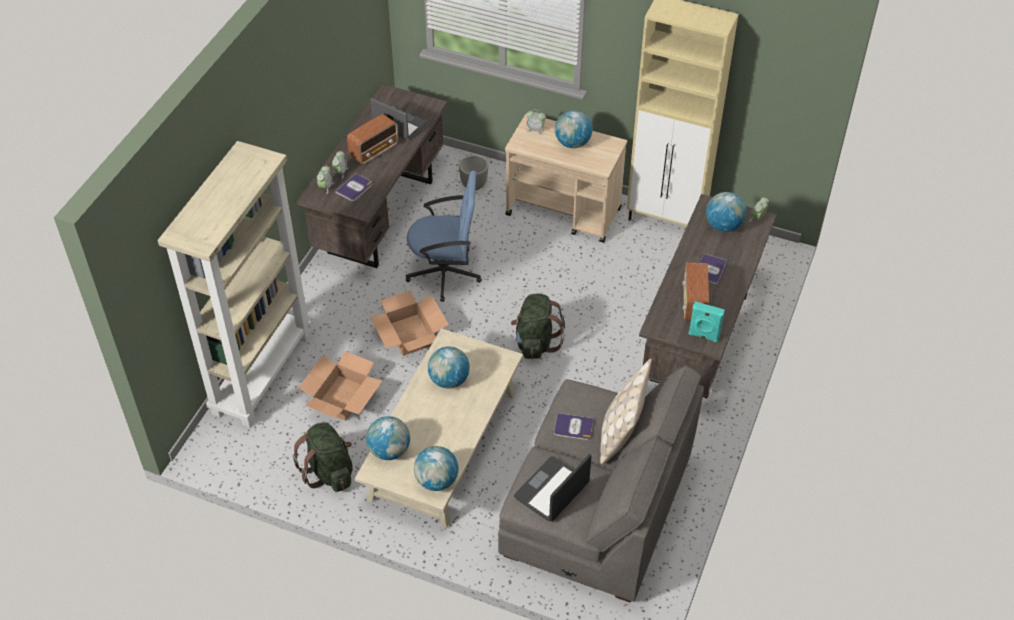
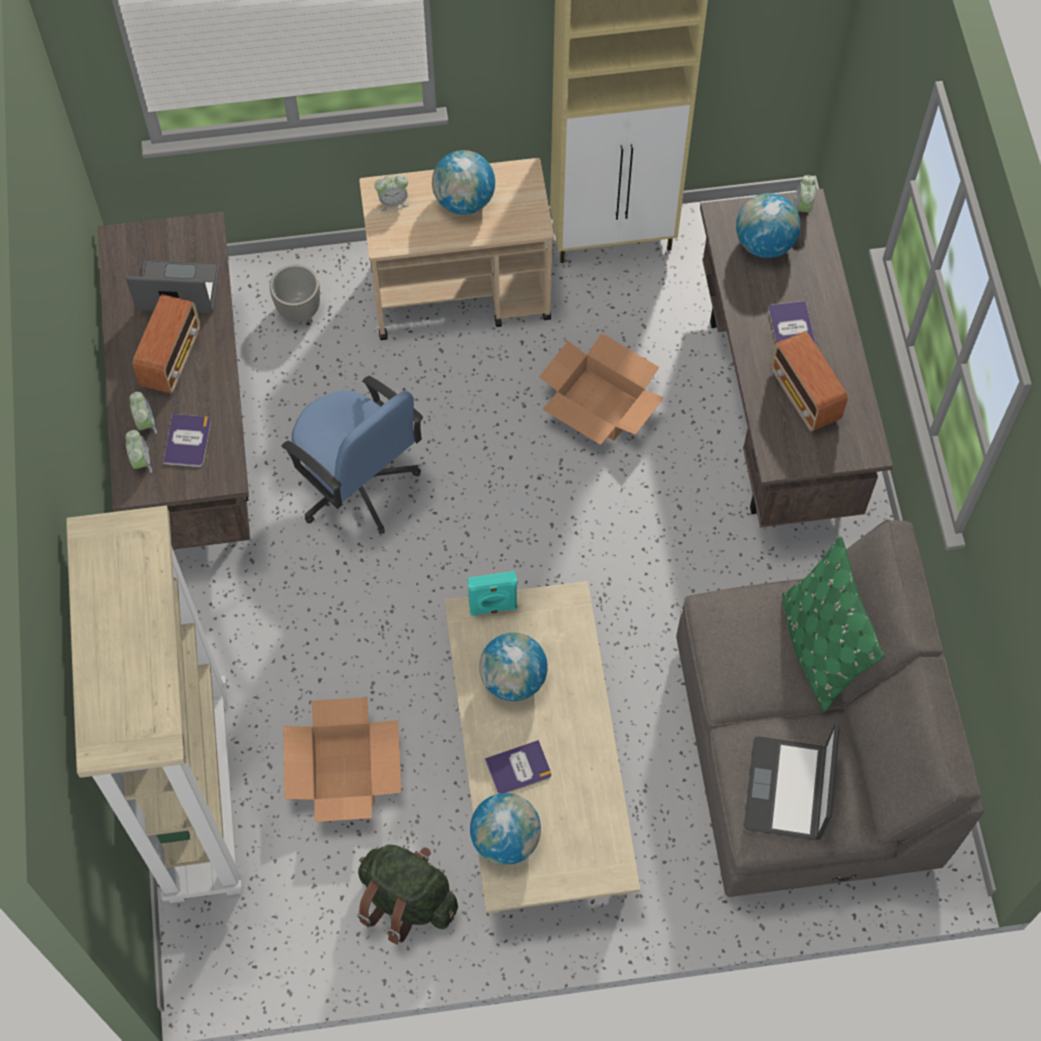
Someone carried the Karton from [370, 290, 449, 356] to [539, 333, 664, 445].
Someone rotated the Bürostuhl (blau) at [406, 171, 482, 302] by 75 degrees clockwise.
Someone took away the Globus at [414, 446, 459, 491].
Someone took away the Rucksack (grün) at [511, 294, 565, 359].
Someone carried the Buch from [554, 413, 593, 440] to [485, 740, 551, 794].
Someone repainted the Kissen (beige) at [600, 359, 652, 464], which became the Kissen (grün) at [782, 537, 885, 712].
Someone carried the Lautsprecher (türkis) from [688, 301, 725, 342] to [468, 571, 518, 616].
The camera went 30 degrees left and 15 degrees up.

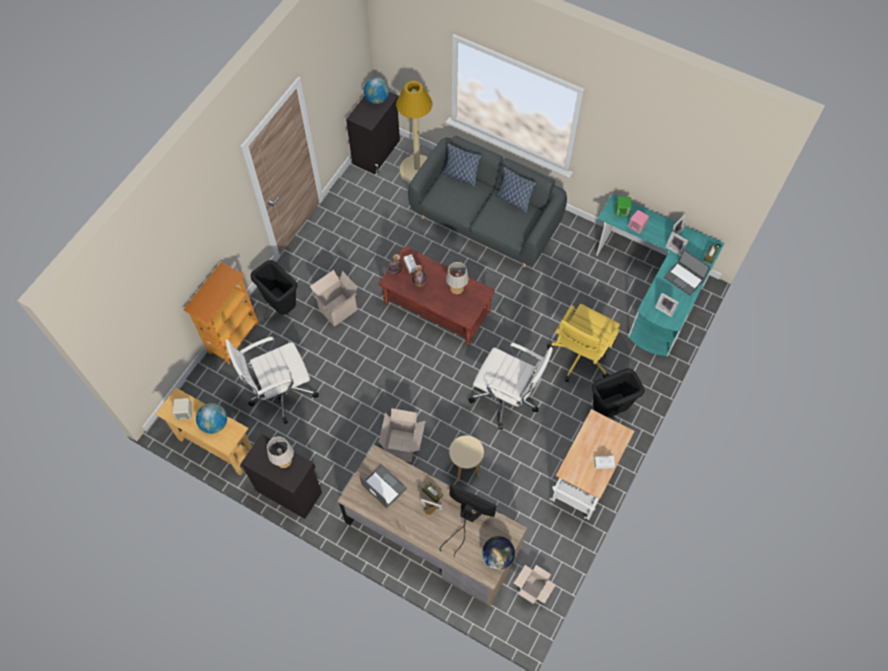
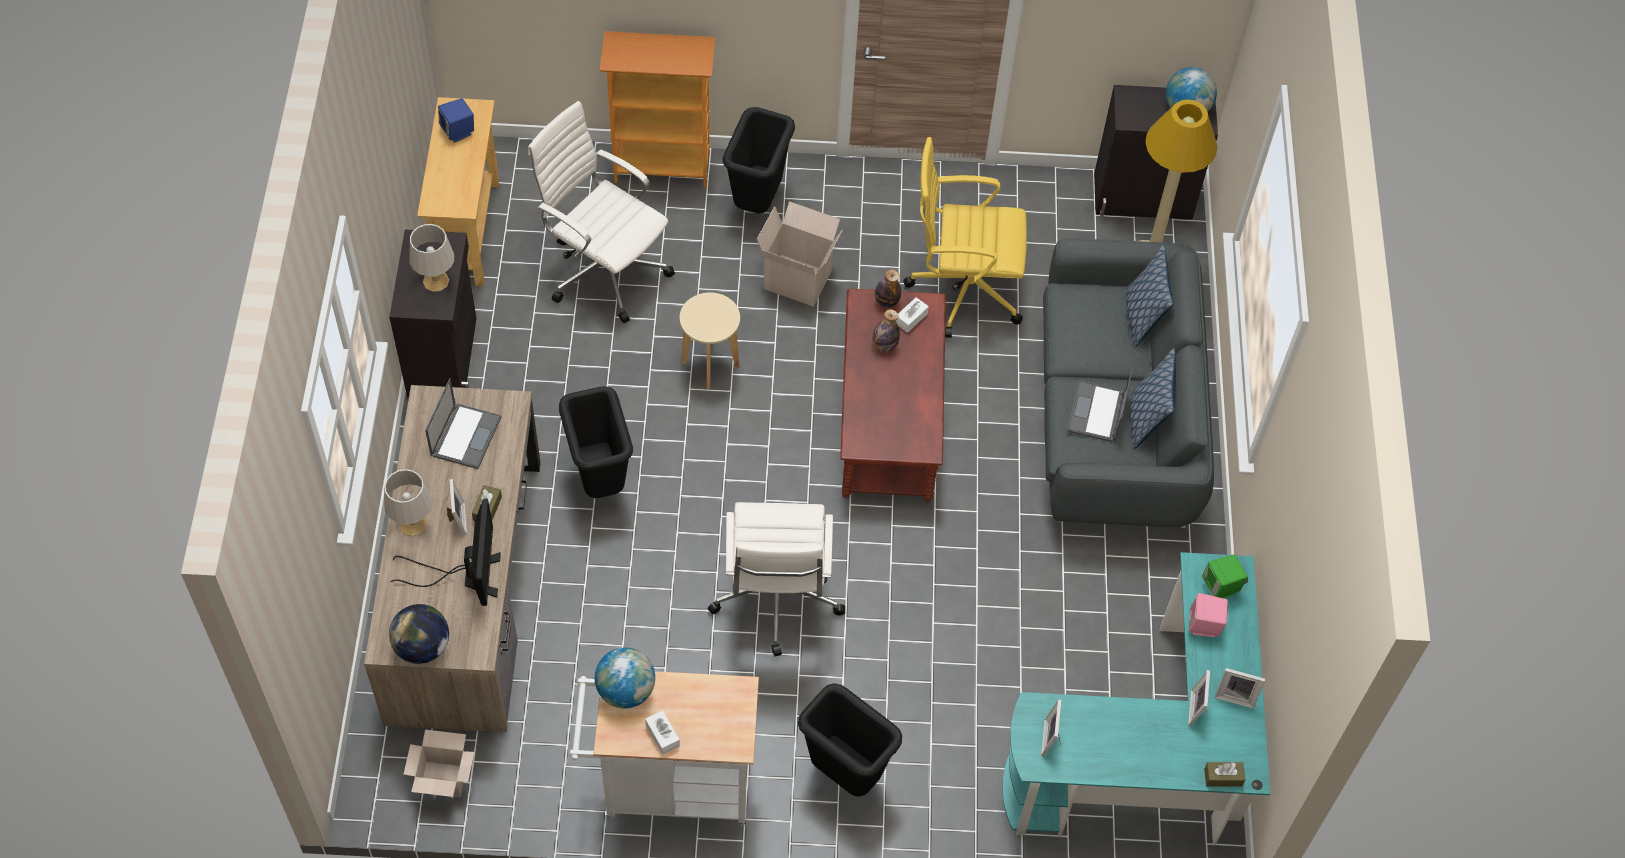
Someone repainted the Lautsprecher (beige) at [172, 398, 192, 420], which became the Lautsprecher (blau) at [438, 98, 474, 143].
Someone carried the Globus from [196, 403, 227, 434] to [595, 648, 655, 708].
Someone swapped the Karton at [379, 408, 425, 463] for the Mülleimer (schwarz) at [559, 386, 633, 498].
Someone carried the Tischlampe (grau) from [446, 262, 469, 294] to [384, 469, 432, 536].
Someone carried the Hocker (beige) from [449, 435, 484, 482] to [680, 293, 740, 389].
Someone carried the Bürostuhl (gelb) from [547, 304, 620, 382] to [903, 137, 1027, 338].
Someone carried the Laptop from [664, 249, 711, 296] to [1067, 367, 1133, 443].
The camera went 60 degrees right and 5 degrees down.

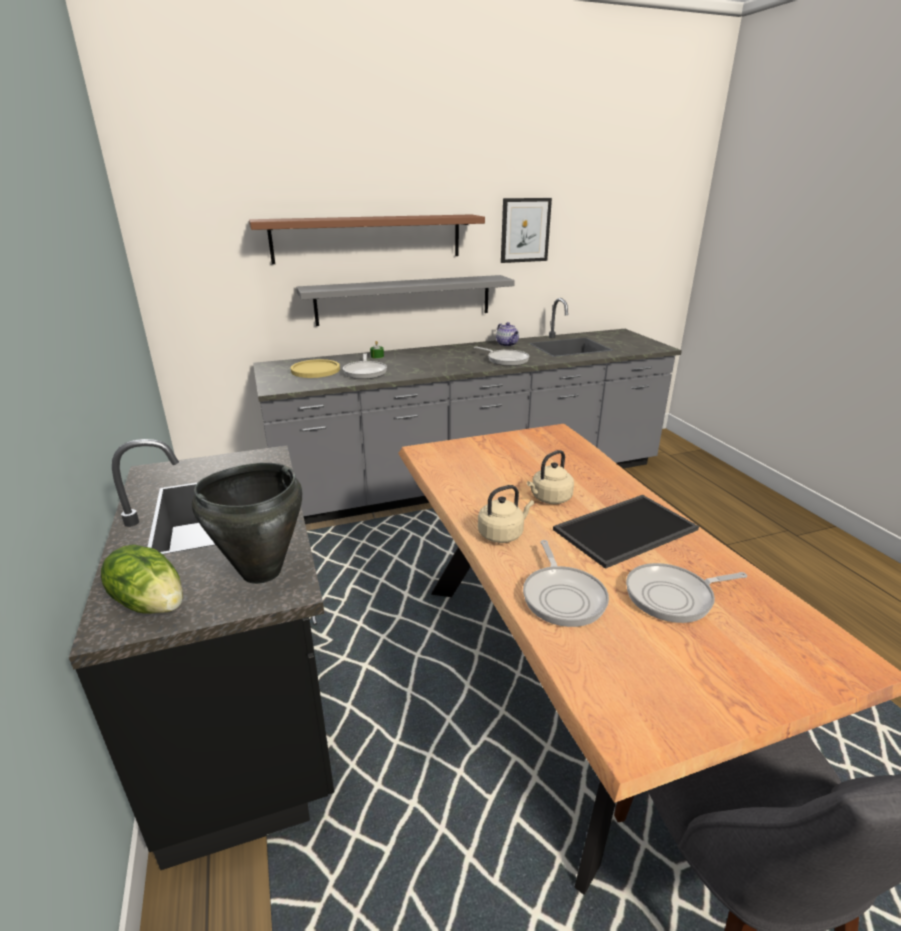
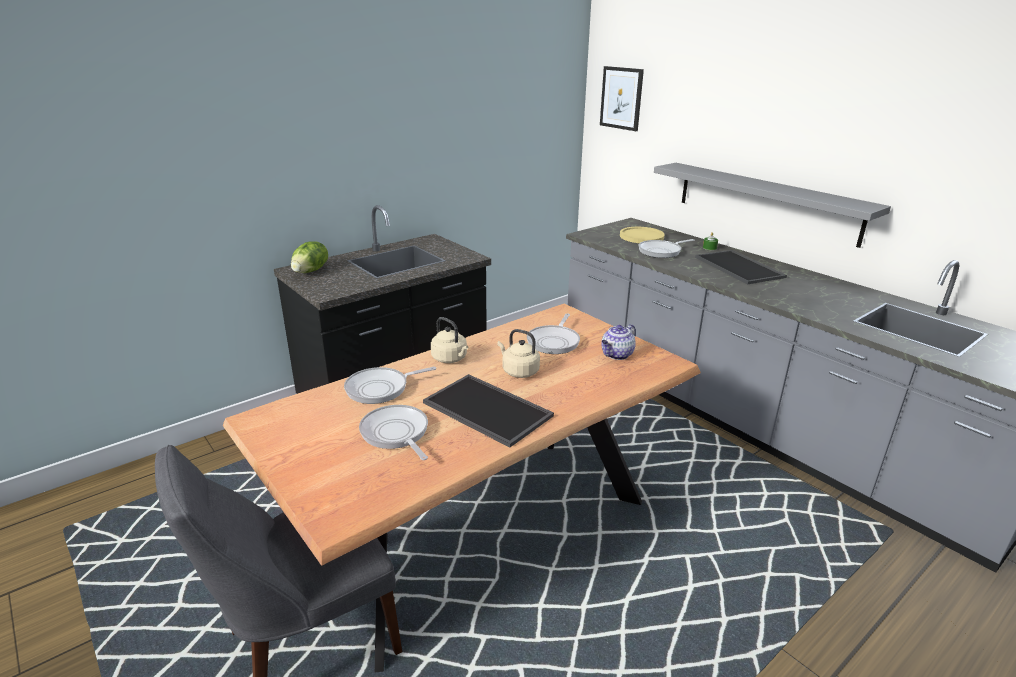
Someone took away the Kochtopf (schwarz) at [192, 463, 302, 584].
Someone took away the Wandregal (braun) at [249, 214, 485, 264].
Someone carried the Pfanne from [474, 346, 529, 366] to [527, 314, 580, 354].
Someone carried the Teekanne from [496, 322, 519, 347] to [601, 324, 636, 360].
Someone carried the Bild from [501, 198, 552, 263] to [600, 66, 644, 131].
Someone put down the Tablett at [695, 250, 787, 284].
The camera went 70 degrees right and 0 degrees up.

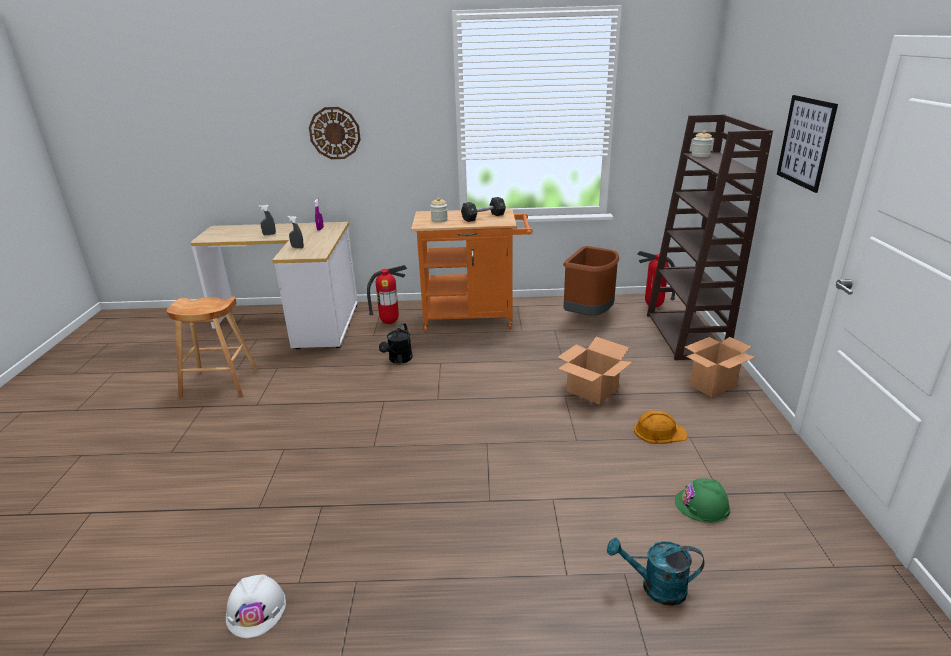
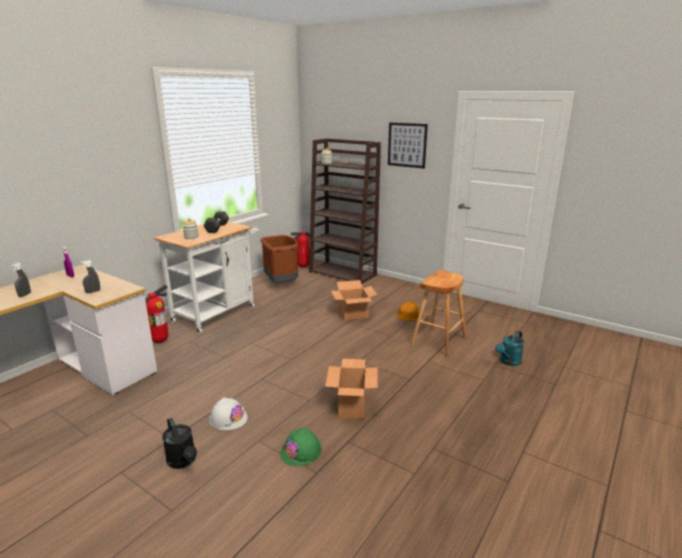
Someone carried the Hocker (braun) from [167, 296, 258, 399] to [411, 270, 466, 357].
Someone carried the Schutzhelm (weiß) from [226, 574, 286, 638] to [209, 397, 248, 430].
Someone took away the Wanduhr at [309, 107, 361, 159].
Someone carried the Gießkanne (schwarz) from [379, 323, 413, 364] to [162, 418, 197, 469].
Someone repainted the Rollwagen (orange) at [411, 209, 533, 332], which became the Rollwagen (weiß) at [154, 222, 259, 334].
Someone carried the Schutzhelm (grün) from [675, 478, 730, 523] to [281, 427, 321, 466].
Someone carried the Karton from [685, 337, 755, 397] to [325, 359, 378, 419].
The camera went 55 degrees left and 5 degrees down.

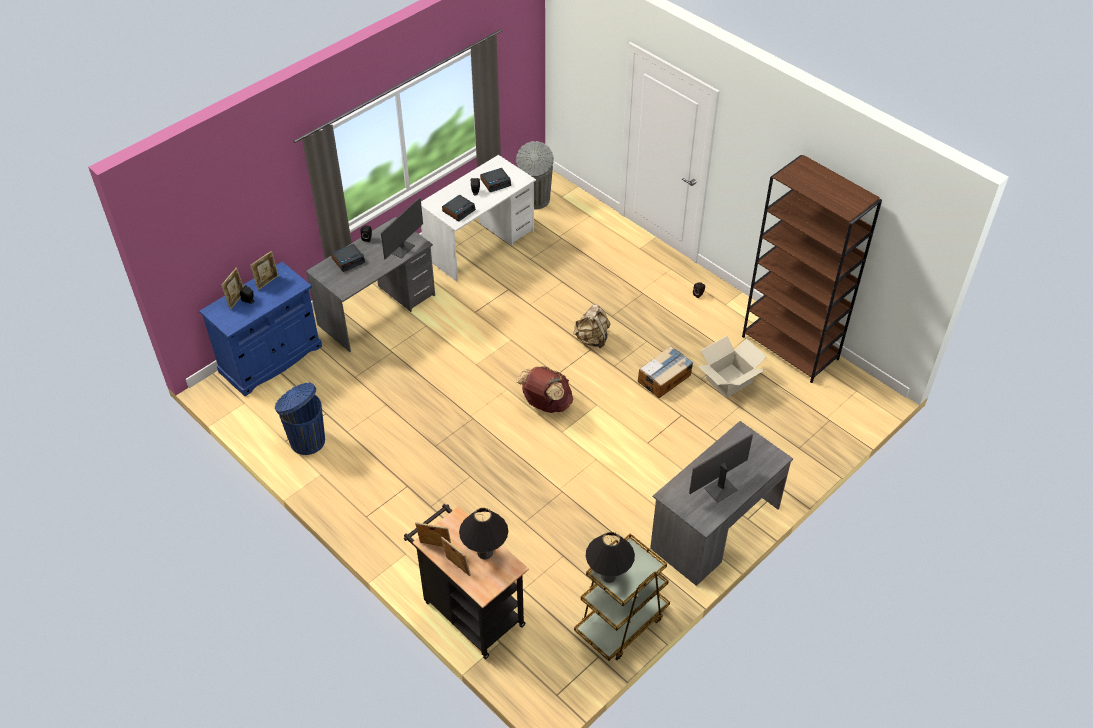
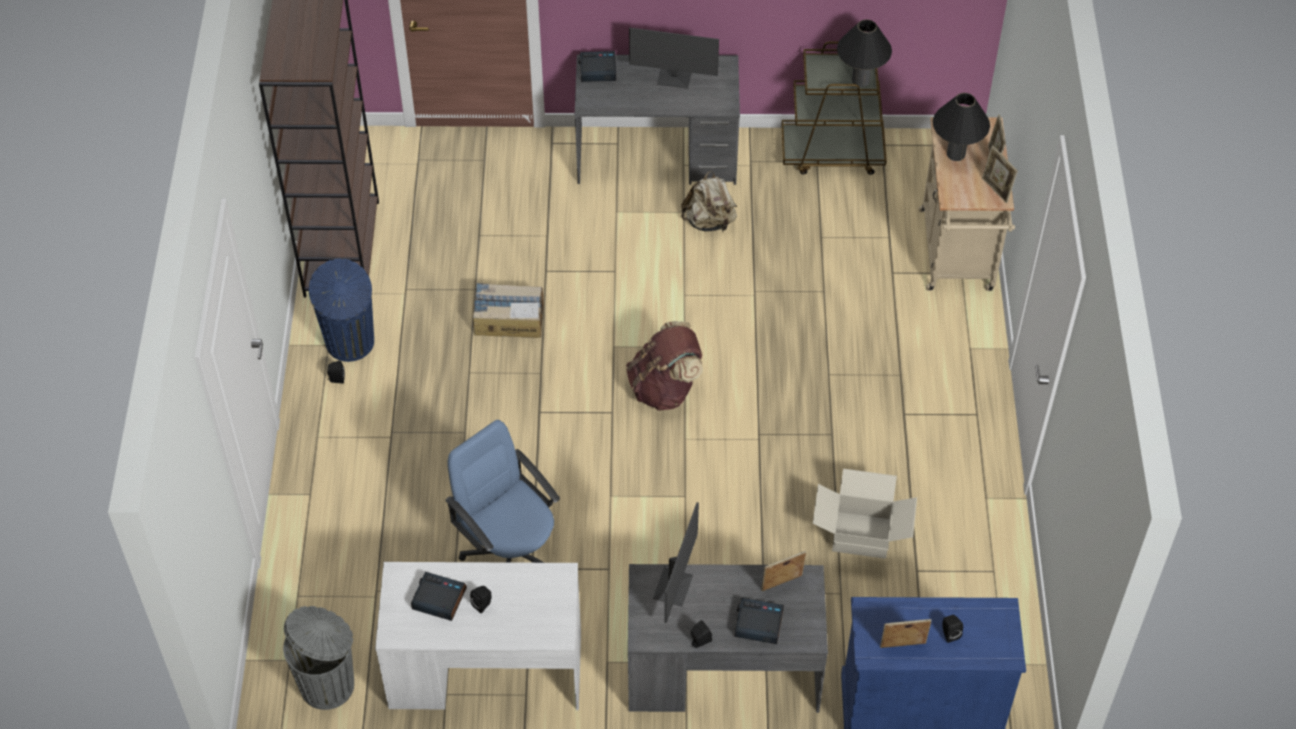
Someone carried the Bilderrahmen from [221, 267, 243, 310] to [761, 551, 806, 591].
Someone carried the Mülleimer (blau) from [275, 383, 325, 455] to [309, 259, 374, 362].
Someone rotated the Monitor at [381, 197, 423, 260] by 120 degrees clockwise.
Someone repainted the Rollwagen (schwarz) at [404, 504, 529, 659], which became the Rollwagen (beige) at [919, 117, 1015, 291].
Someone carried the Wecker from [442, 195, 476, 222] to [578, 51, 616, 82].
Someone carried the Rucksack (beige) from [573, 305, 610, 348] to [681, 171, 737, 231].
Someone carried the Karton from [698, 336, 767, 398] to [813, 469, 917, 559].
Someone put down the Bürostuhl (blau) at [445, 420, 560, 563].
The camera went 135 degrees left and 5 degrees up.

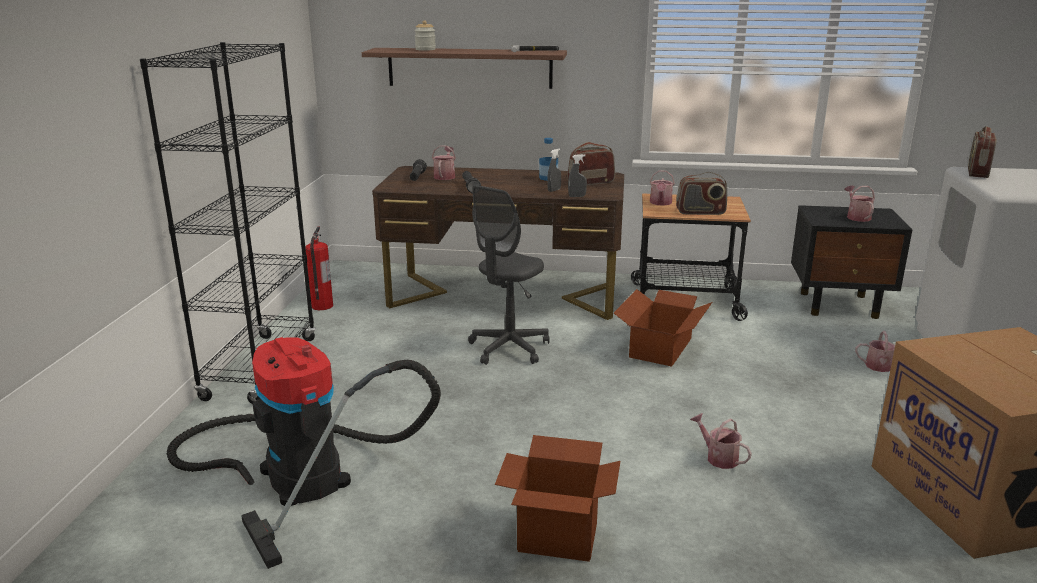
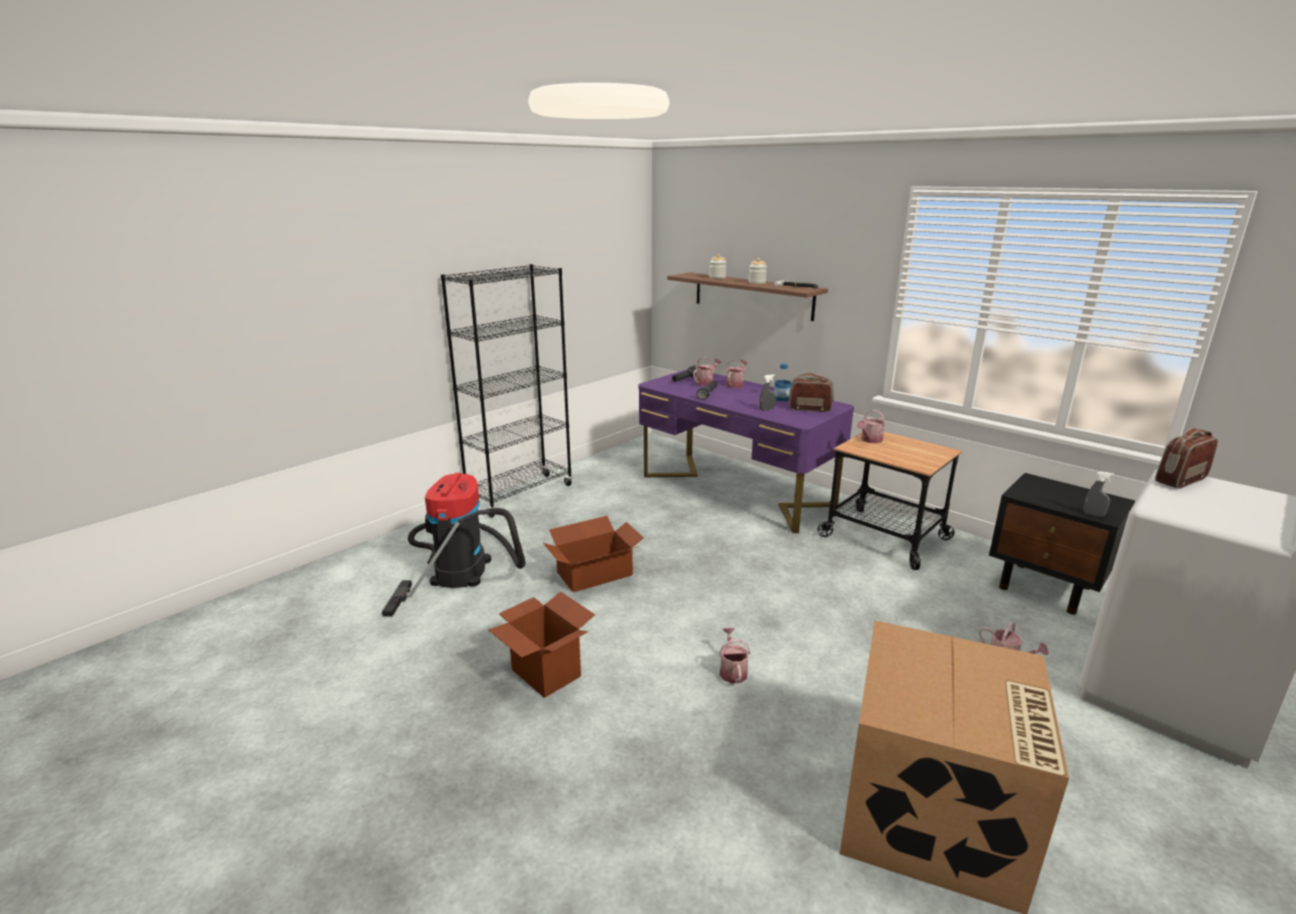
Someone took away the Feuerlöscher at [305, 226, 333, 310].
Someone repainted the Schreibtisch (braun) at [372, 166, 624, 320], which became the Schreibtisch (lila) at [638, 369, 854, 533].
Someone took away the Bürostuhl (grau) at [468, 185, 550, 365].
Someone carried the Sprühflasche (grau) from [568, 154, 587, 197] to [1083, 471, 1114, 517].
Someone carried the Karton from [614, 289, 712, 367] to [543, 516, 644, 592].
Someone took away the Radio at [676, 172, 727, 215].
Someone carried the Gießkanne from [845, 186, 875, 222] to [726, 359, 747, 388].
Someone put down the Vorratsglas at [748, 258, 767, 284].
The camera went 35 degrees right and 0 degrees up.

